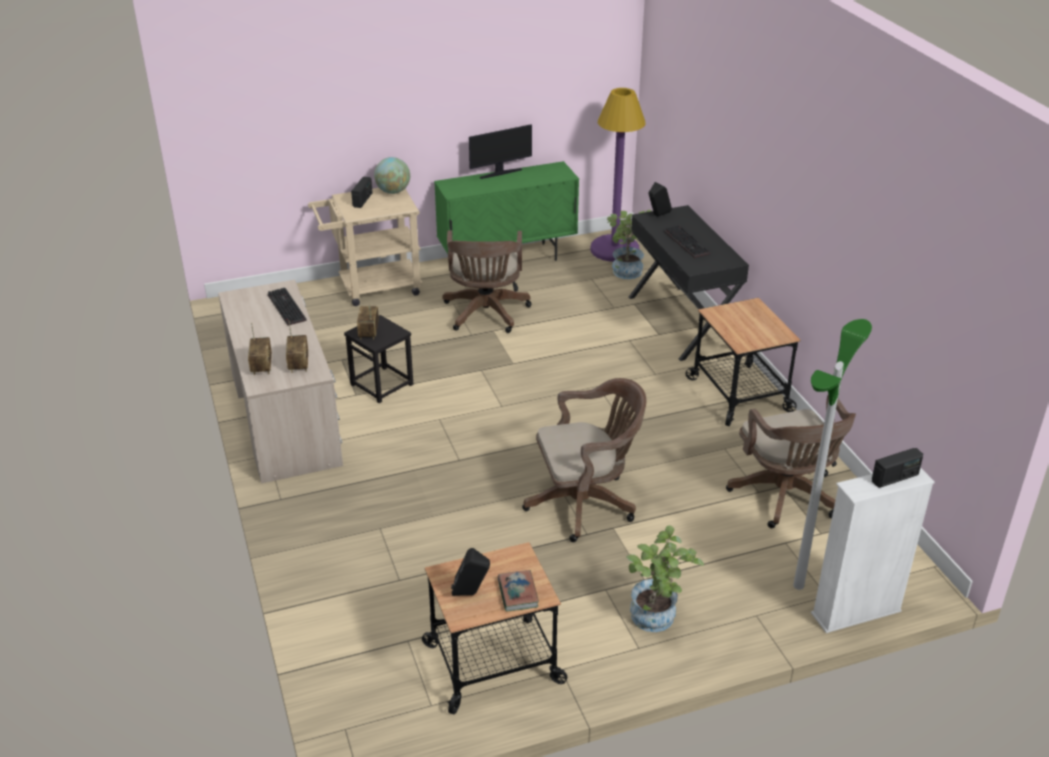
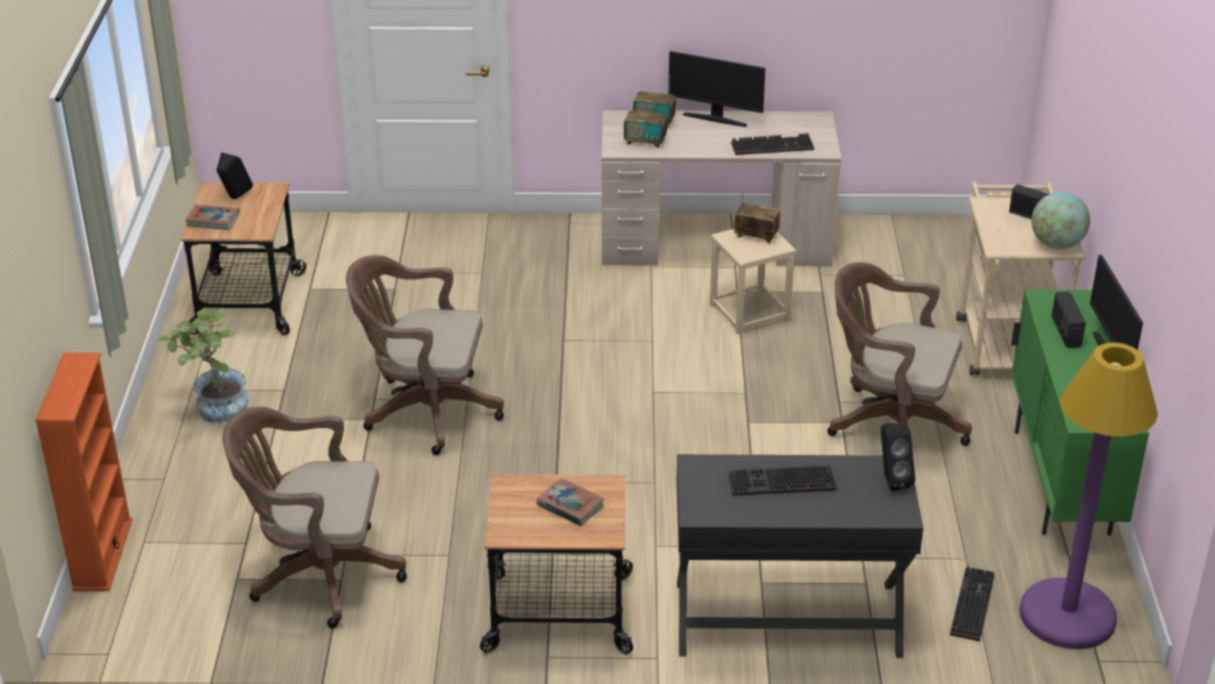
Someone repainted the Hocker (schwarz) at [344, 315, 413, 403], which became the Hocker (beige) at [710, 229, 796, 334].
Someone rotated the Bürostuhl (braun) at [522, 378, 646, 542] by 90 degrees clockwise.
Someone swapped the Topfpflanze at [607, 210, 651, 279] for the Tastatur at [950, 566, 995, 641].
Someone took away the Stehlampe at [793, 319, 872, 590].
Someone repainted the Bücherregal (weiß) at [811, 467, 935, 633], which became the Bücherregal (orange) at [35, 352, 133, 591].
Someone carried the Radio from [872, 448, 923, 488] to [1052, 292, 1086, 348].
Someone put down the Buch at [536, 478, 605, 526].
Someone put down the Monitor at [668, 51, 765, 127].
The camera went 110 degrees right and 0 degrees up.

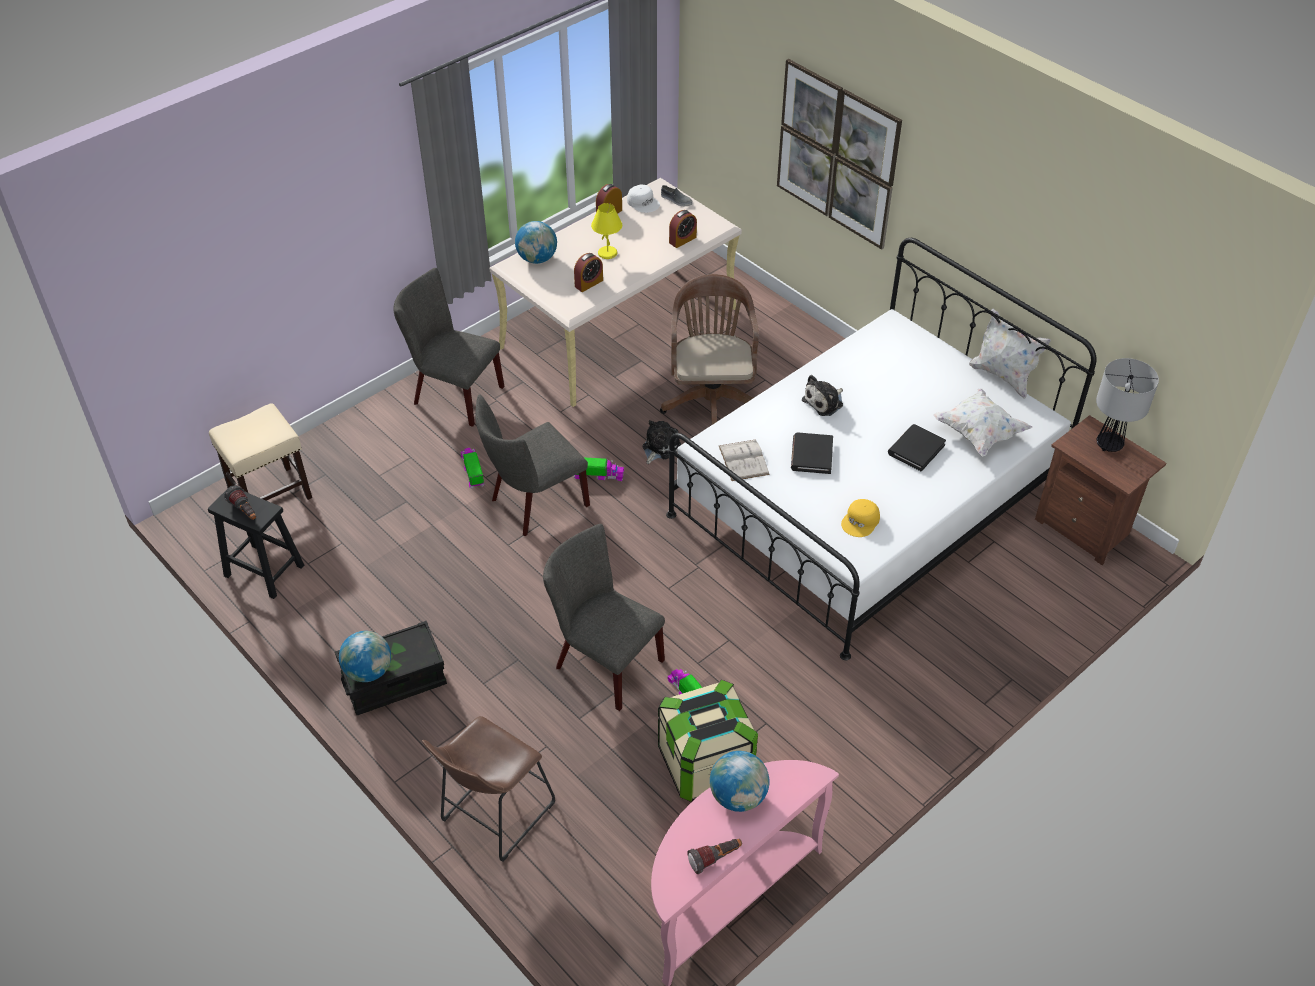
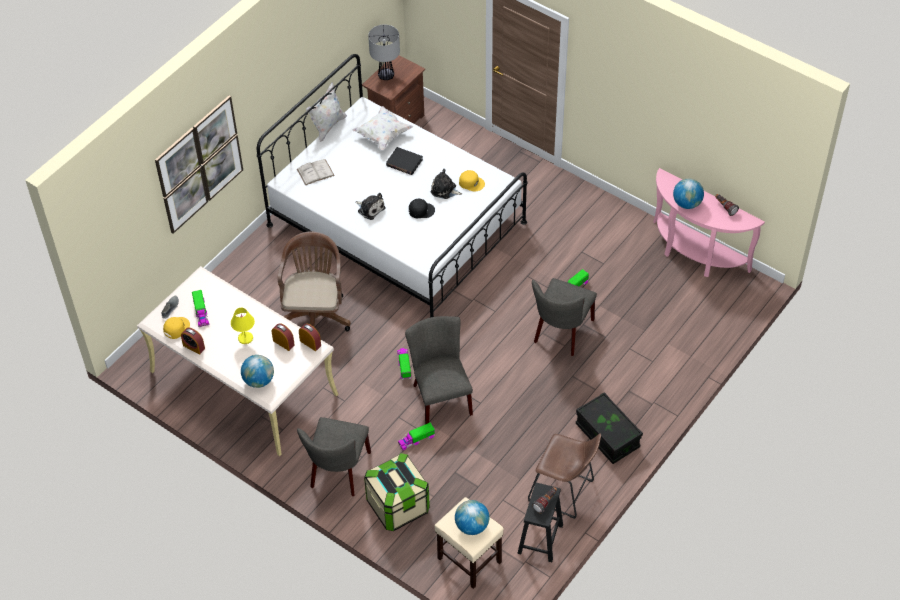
Someone carried the Globus from [339, 631, 391, 682] to [455, 500, 490, 535].
Someone carried the Hocker (braun) from [422, 716, 555, 862] to [528, 434, 601, 519].
Someone rotated the Stuhl (grau) at [475, 394, 590, 536] by 150 degrees counterclockwise.
Someone repainted the Kappe (weiß) at [627, 185, 660, 213], which became the Kappe (gelb) at [163, 317, 190, 339].
Someone carried the Plüschtier from [643, 420, 681, 464] to [430, 169, 462, 199].
Someone carried the Aufbewahrungsbox from [658, 680, 758, 802] to [364, 453, 430, 531].
Someone rotated the Bürostuhl (braun) at [660, 274, 759, 425] by 105 degrees clockwise.
Someone carried the Wecker from [669, 210, 697, 248] to [299, 323, 321, 351].
Someone carried the Buch (weiß) from [719, 439, 770, 481] to [297, 159, 335, 185].
Someone swapped the Buch (schwarz) at [791, 432, 833, 474] for the Kappe (schwarz) at [409, 199, 435, 218].
Someone put down the Spielzeuglaster at [192, 290, 209, 327].
The camera went 100 degrees left and 5 degrees up.

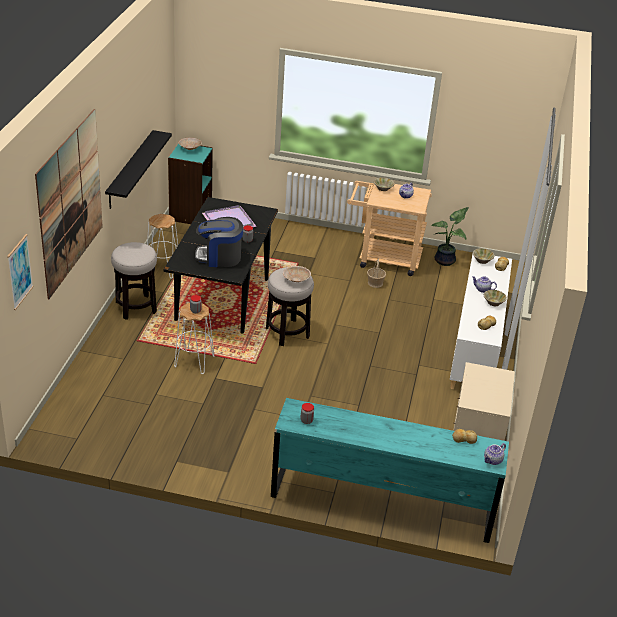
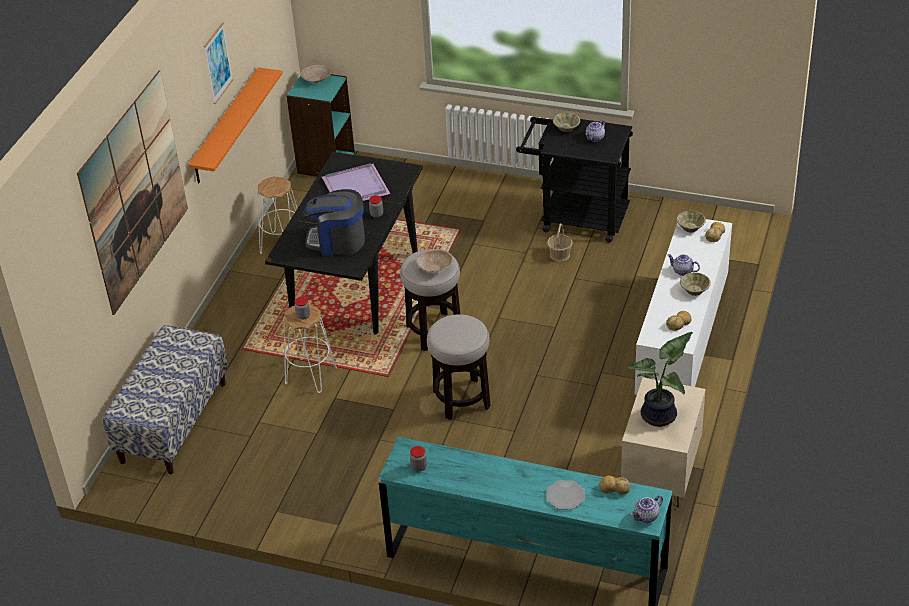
Someone carried the Bild from [7, 234, 33, 310] to [204, 22, 233, 104].
Someone repainted the Wandregal (schwarz) at [105, 130, 172, 209], which became the Wandregal (orange) at [188, 67, 283, 183].
Someone carried the Hocker from [111, 242, 157, 320] to [427, 314, 491, 420].
Someone repainted the Rollwagen (beige) at [347, 181, 432, 276], which became the Rollwagen (schwarz) at [516, 117, 633, 243].
Someone carried the Topfpflanze from [431, 207, 469, 266] to [628, 332, 693, 427].
Someone put down the Bank at [103, 325, 228, 474].
Someone put down the Teller at [546, 480, 585, 509].
The camera went 10 degrees right and 5 degrees up.

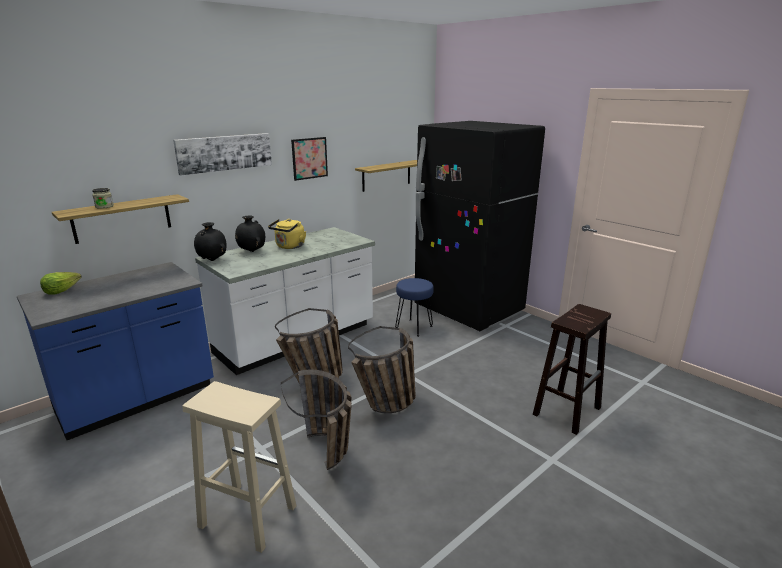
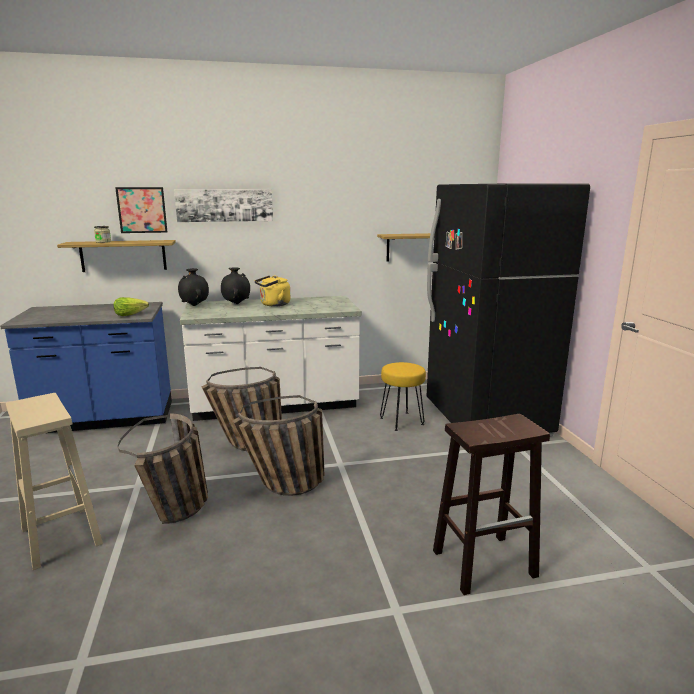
Someone carried the Salatkopf from [40, 272, 81, 295] to [113, 297, 149, 316].
Someone carried the Bild from [291, 137, 328, 181] to [115, 187, 167, 233].
Someone repainted the Hocker (blau) at [395, 278, 434, 337], which became the Hocker (gelb) at [380, 362, 426, 431].
The camera went 30 degrees right and 5 degrees down.

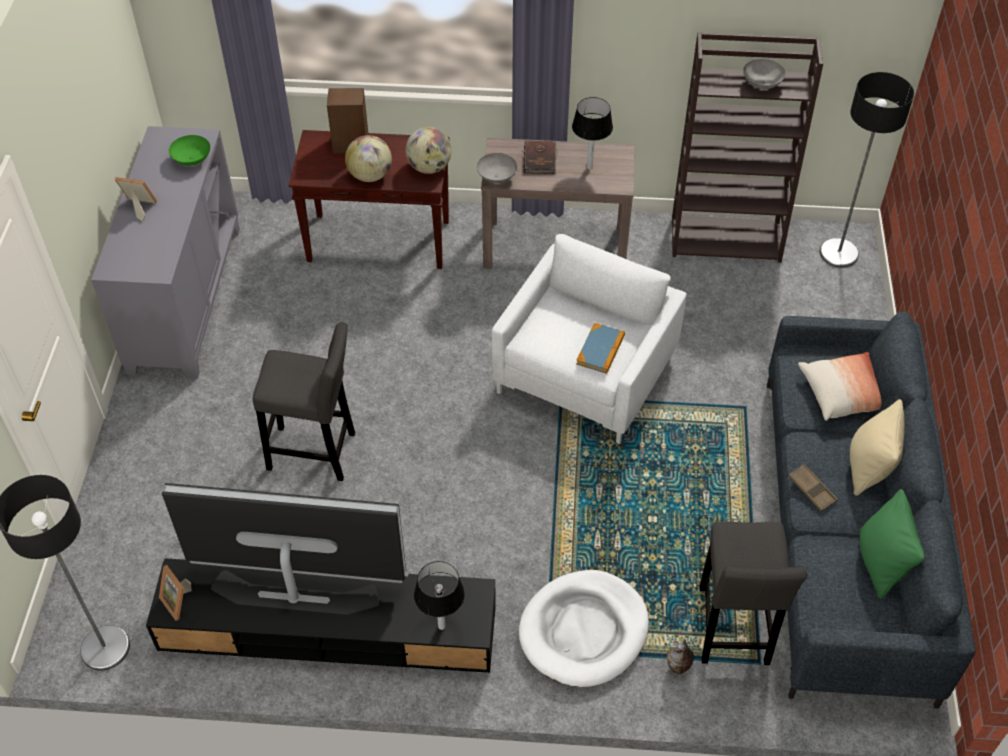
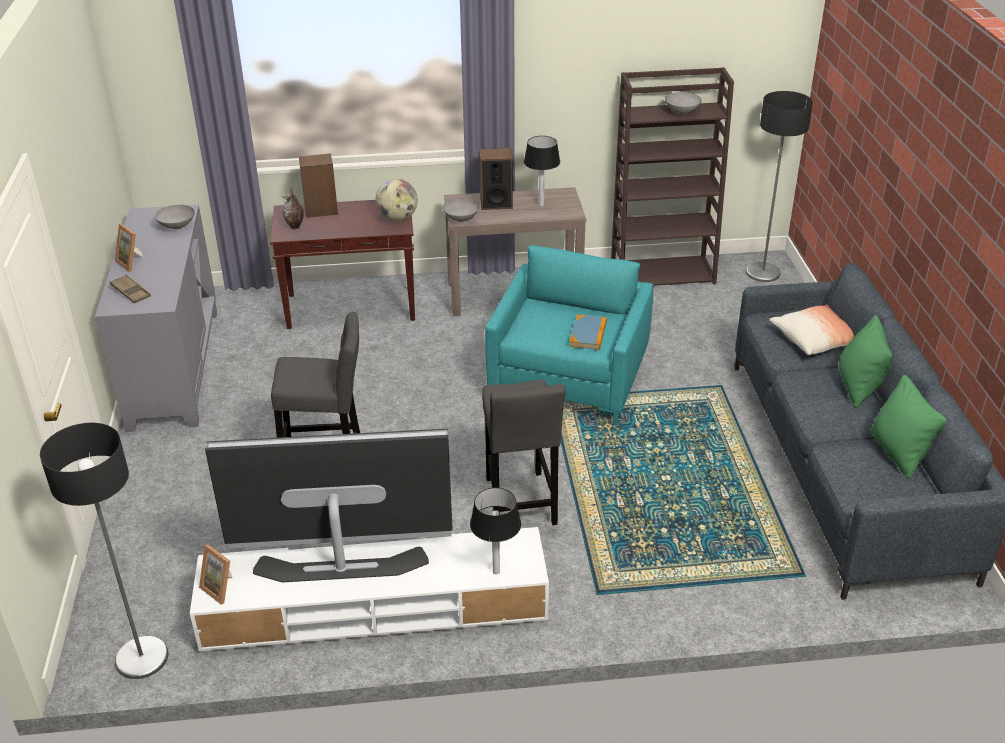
Someone rotated the Bilderrahmen at [115, 177, 157, 221] by 135 degrees counterclockwise.
Someone repainted the Fernsehschrank (schwarz) at [146, 558, 496, 673], which became the Fernsehschrank (weiß) at [190, 527, 549, 653].
Someone repainted the Schüssel (grün) at [169, 135, 210, 166], which became the Schüssel (grau) at [155, 205, 195, 230].
Someone took away the Globus at [345, 135, 392, 182].
Someone repainted the Sessel (weiß) at [492, 234, 687, 444], which became the Sessel (türkis) at [485, 245, 653, 426].
Someone took away the Hundebett (weiß) at [519, 570, 649, 687].
Someone swapped the Buch (braun) at [523, 140, 558, 174] for the Lautsprecher at [479, 148, 513, 210].
Someone carried the Vase from [667, 639, 694, 674] to [281, 188, 304, 230].
Someone carried the Hocker (grau) from [699, 521, 807, 665] to [482, 380, 566, 525].
Someone carried the Tablett (braun) from [788, 464, 838, 512] to [110, 275, 151, 303].
Someone repainted the Kissen (beige) at [850, 399, 905, 496], which became the Kissen (grün) at [839, 315, 892, 408].
The camera went 10 degrees left and 15 degrees down.

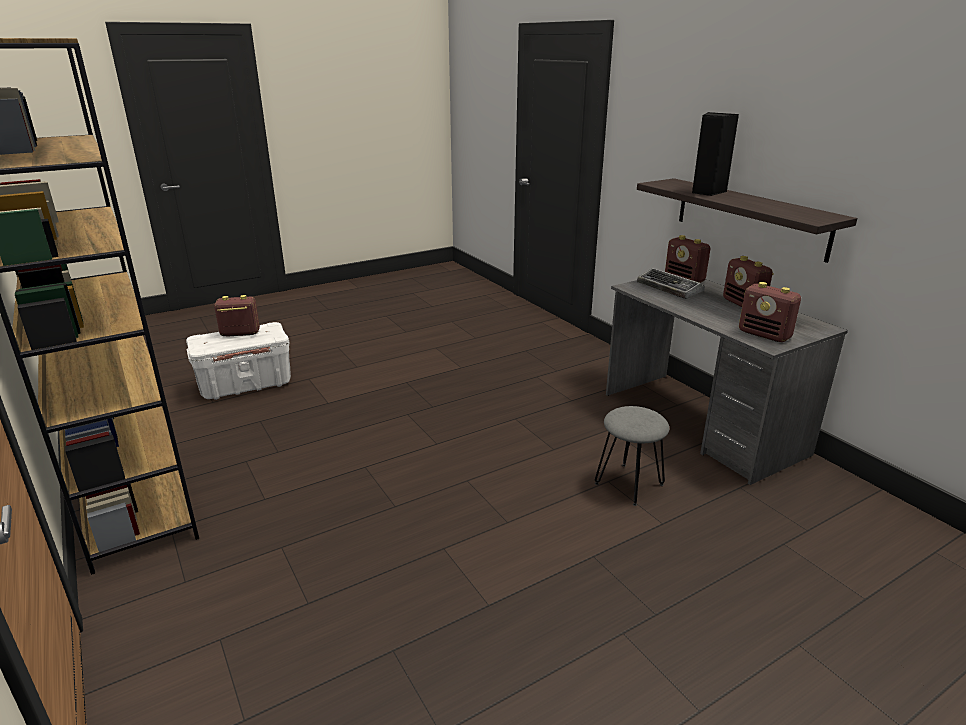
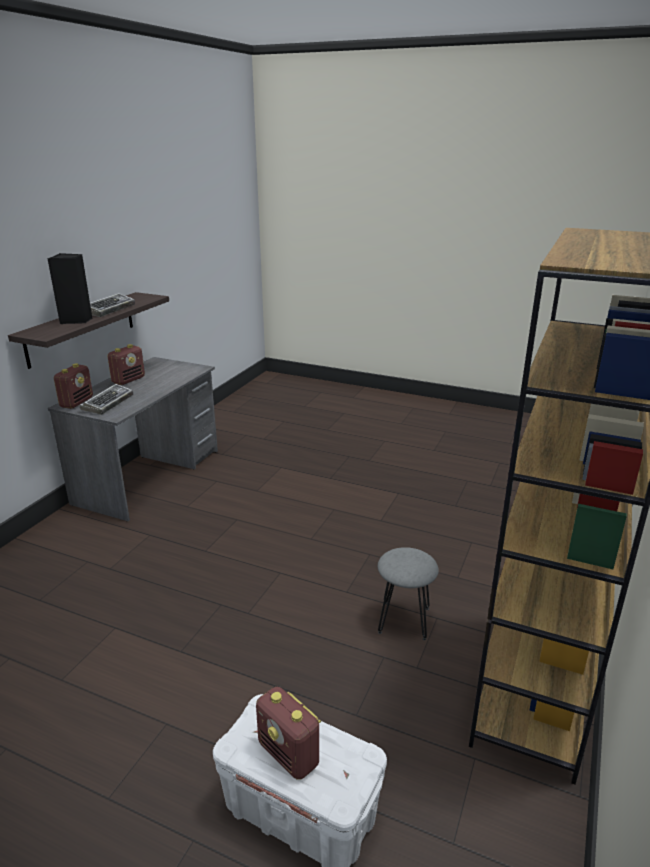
Someone carried the Hocker (grau) from [595, 406, 669, 506] to [378, 547, 439, 641].
Someone took away the Radio at [739, 282, 801, 342].
Someone put down the Tastatur at [90, 293, 135, 317].
The camera went 125 degrees left and 0 degrees up.

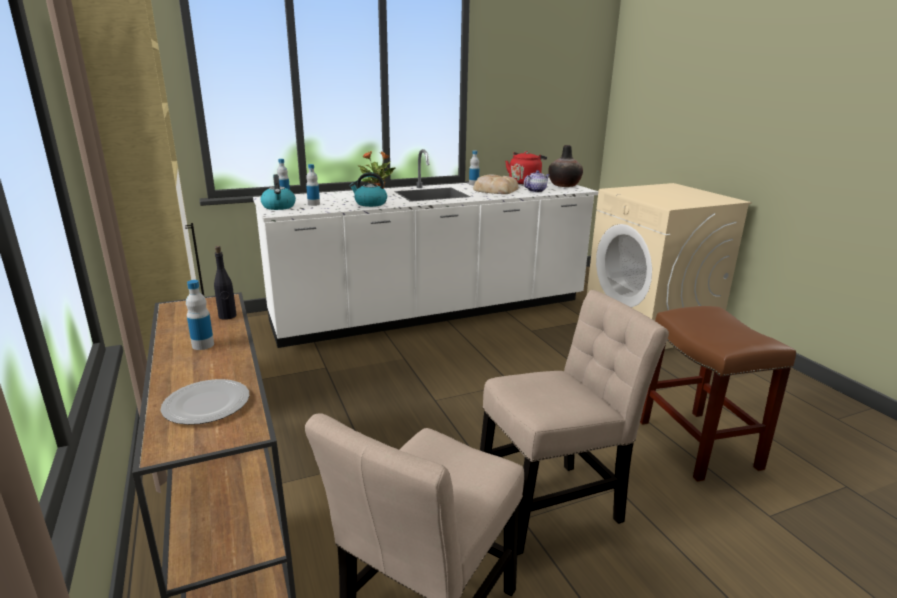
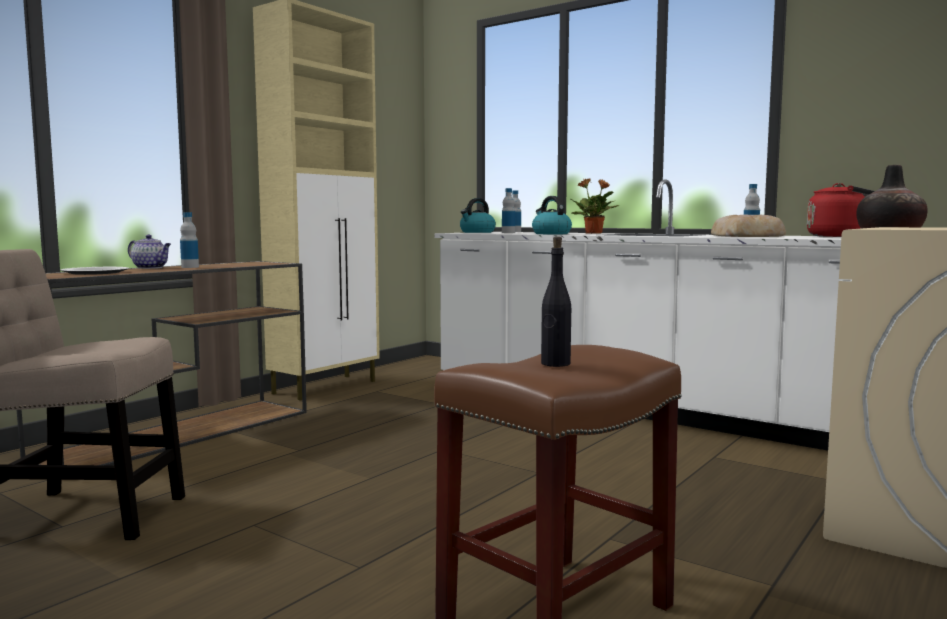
Someone carried the Flasche (schwarz) from [214, 246, 237, 320] to [541, 237, 571, 367].
Someone took away the Stuhl (beige) at [480, 290, 669, 555].
Someone carried the Teekanne from [524, 170, 550, 192] to [128, 235, 171, 269].
The camera went 60 degrees right and 15 degrees down.

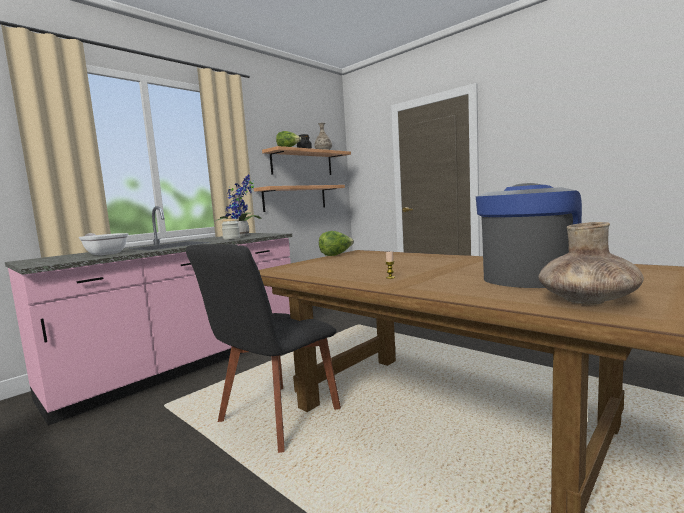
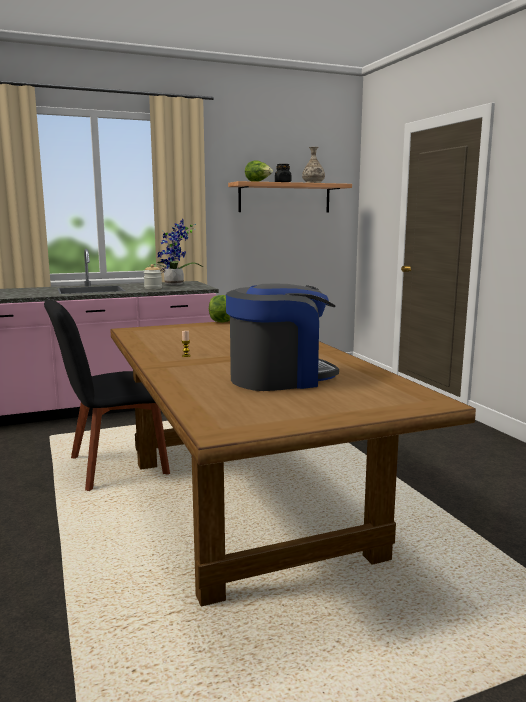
Someone took away the Pfanne at [78, 233, 128, 255].
Someone took away the Wandregal at [254, 185, 345, 212].
Someone took away the Vase (braun) at [538, 222, 644, 304].
The camera went 25 degrees right and 5 degrees up.

